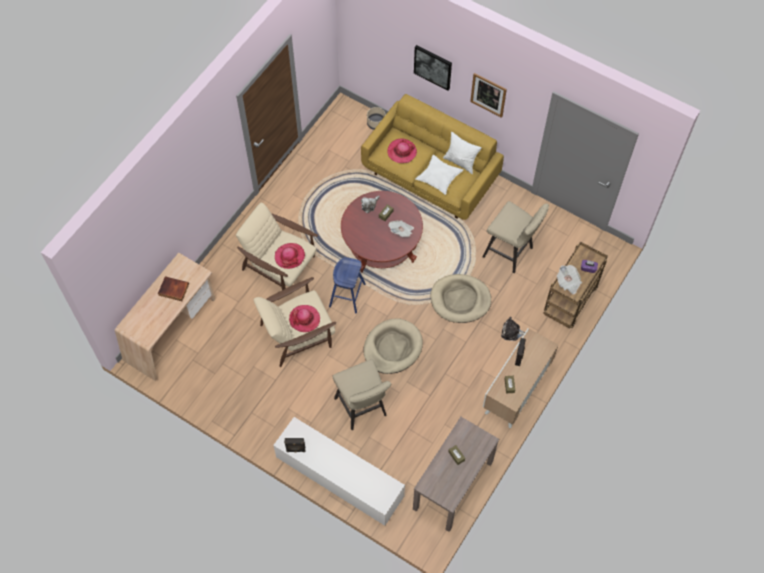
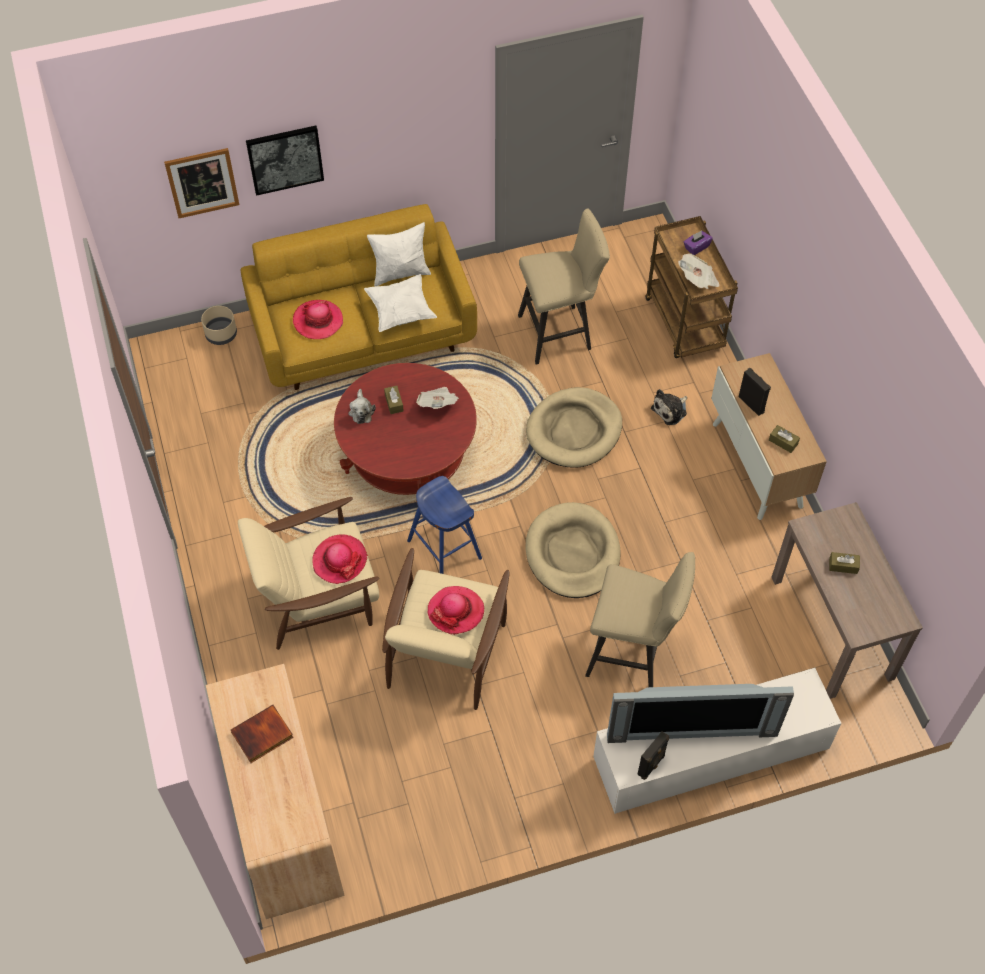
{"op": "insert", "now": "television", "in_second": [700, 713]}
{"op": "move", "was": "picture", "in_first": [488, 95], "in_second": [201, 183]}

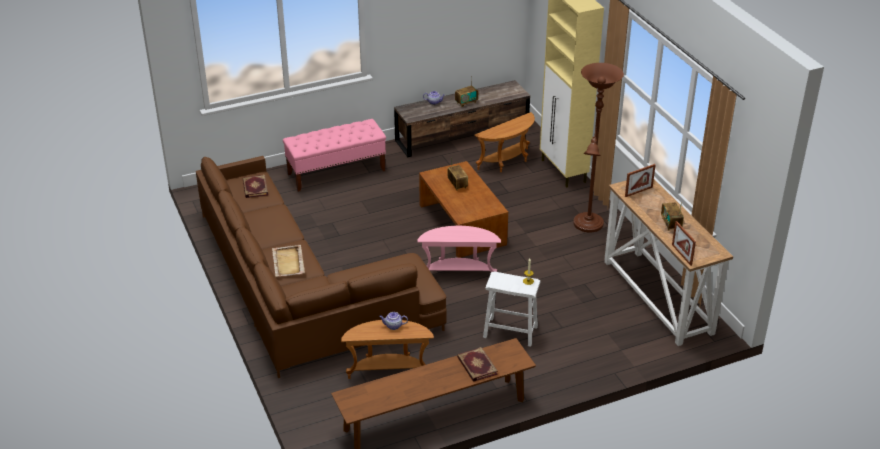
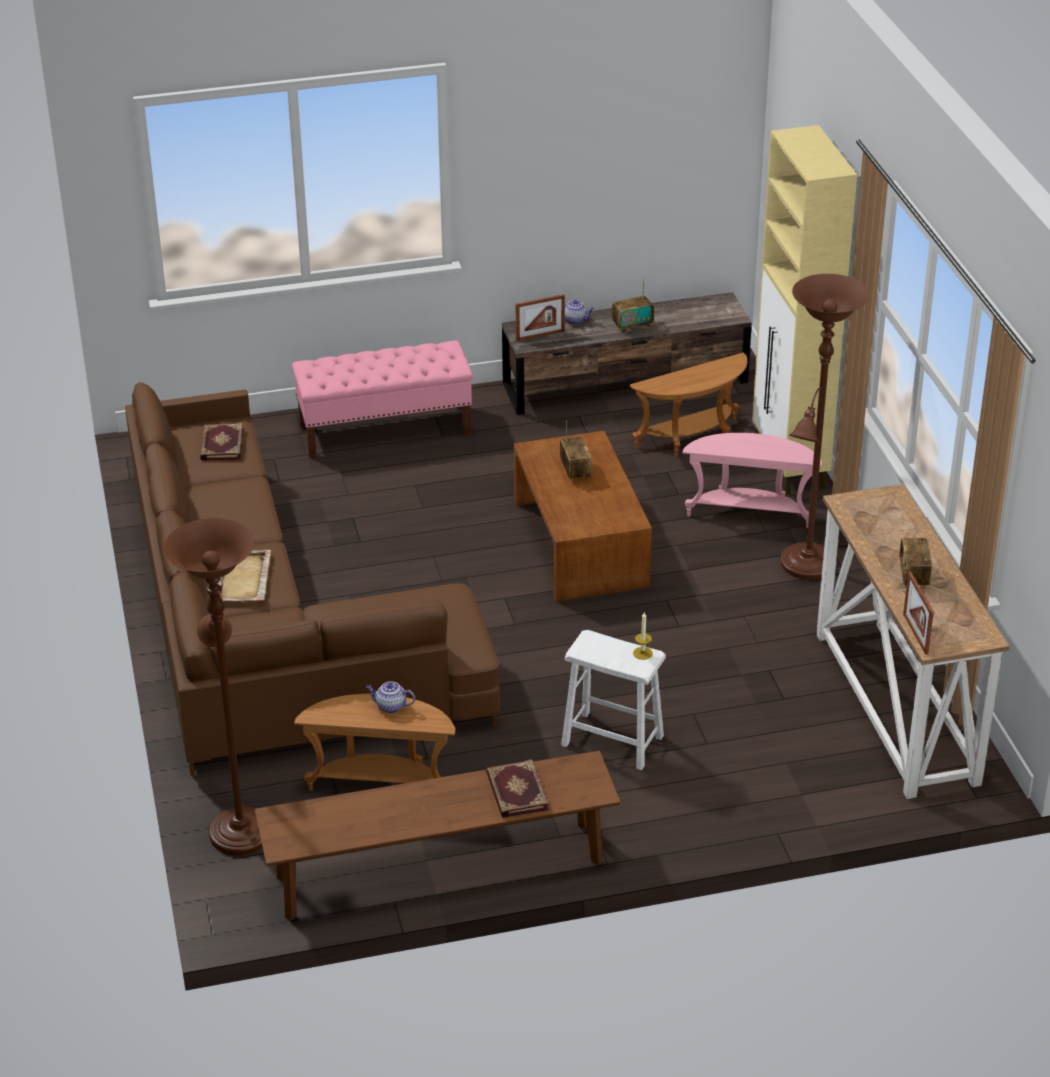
{"op": "insert", "now": "floor lamp (brown)", "in_second": [213, 686]}
{"op": "move", "was": "side table (pink)", "in_first": [459, 249], "in_second": [752, 480]}
{"op": "move", "was": "picture frame", "in_first": [640, 180], "in_second": [540, 317]}

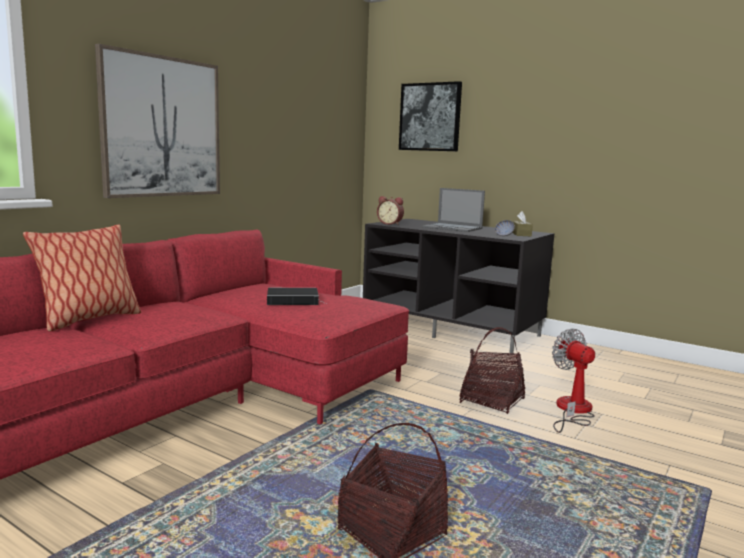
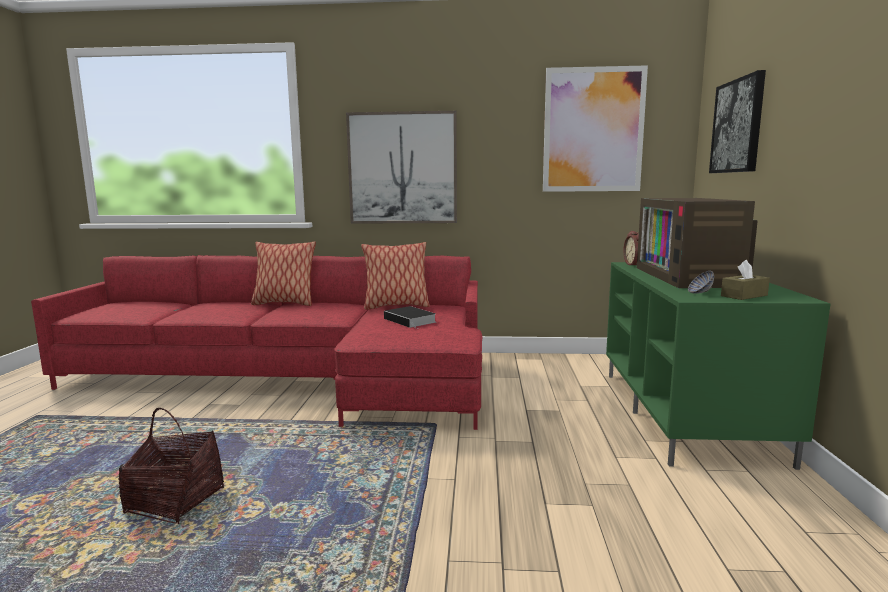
{"op": "delete", "was": "basket", "in_first": [492, 370]}
{"op": "delete", "was": "fan", "in_first": [573, 380]}
{"op": "insert", "now": "pillow", "in_second": [395, 276]}
{"op": "insert", "now": "picture", "in_second": [595, 128]}
{"op": "replace", "was": "laptop", "now": "television", "in_first": [453, 210], "in_second": [697, 243]}
{"op": "recolor", "was": "tv stand (black)", "now": "tv stand (green)", "in_first": [458, 287], "in_second": [718, 366]}

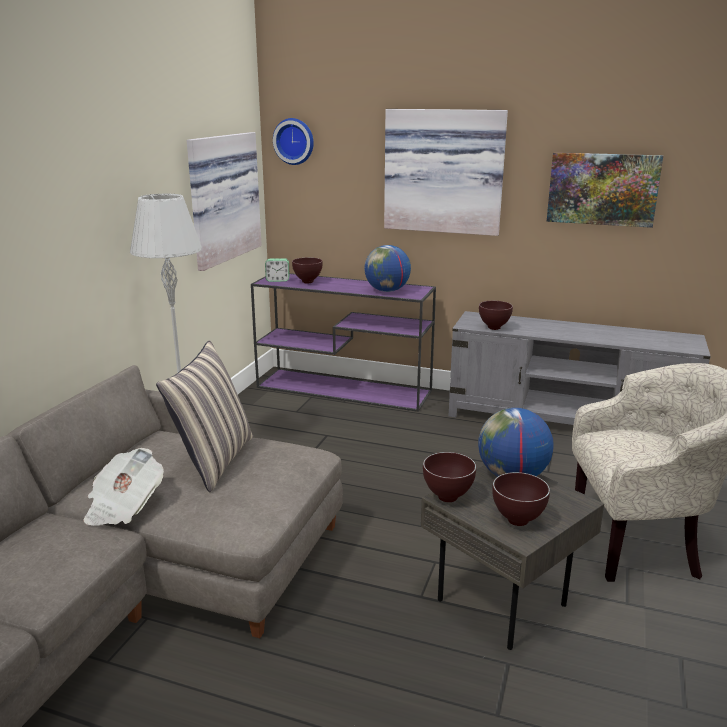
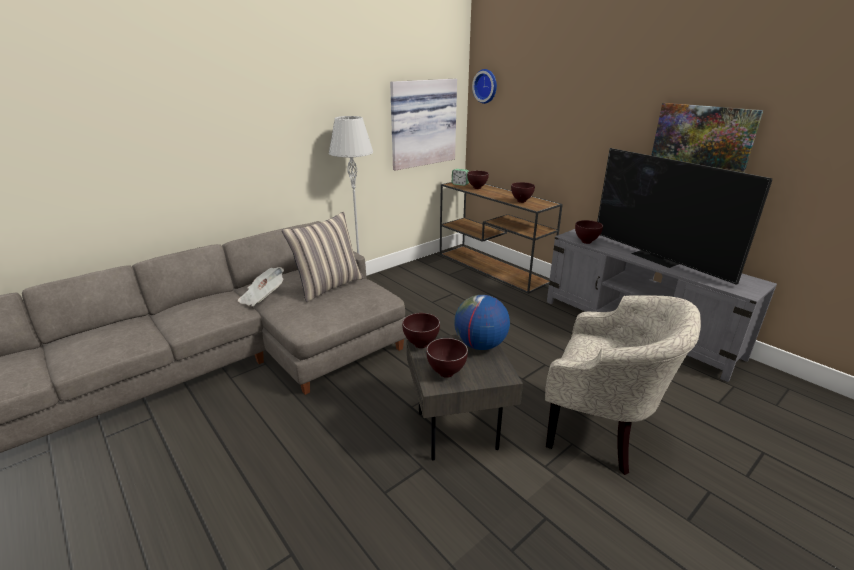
{"op": "delete", "was": "picture", "in_first": [446, 172]}
{"op": "insert", "now": "television", "in_second": [684, 216]}
{"op": "replace", "was": "globe", "now": "bowl (brown)", "in_first": [387, 268], "in_second": [523, 192]}
{"op": "recolor", "was": "console table (purple)", "now": "console table (brown)", "in_first": [343, 342], "in_second": [501, 238]}

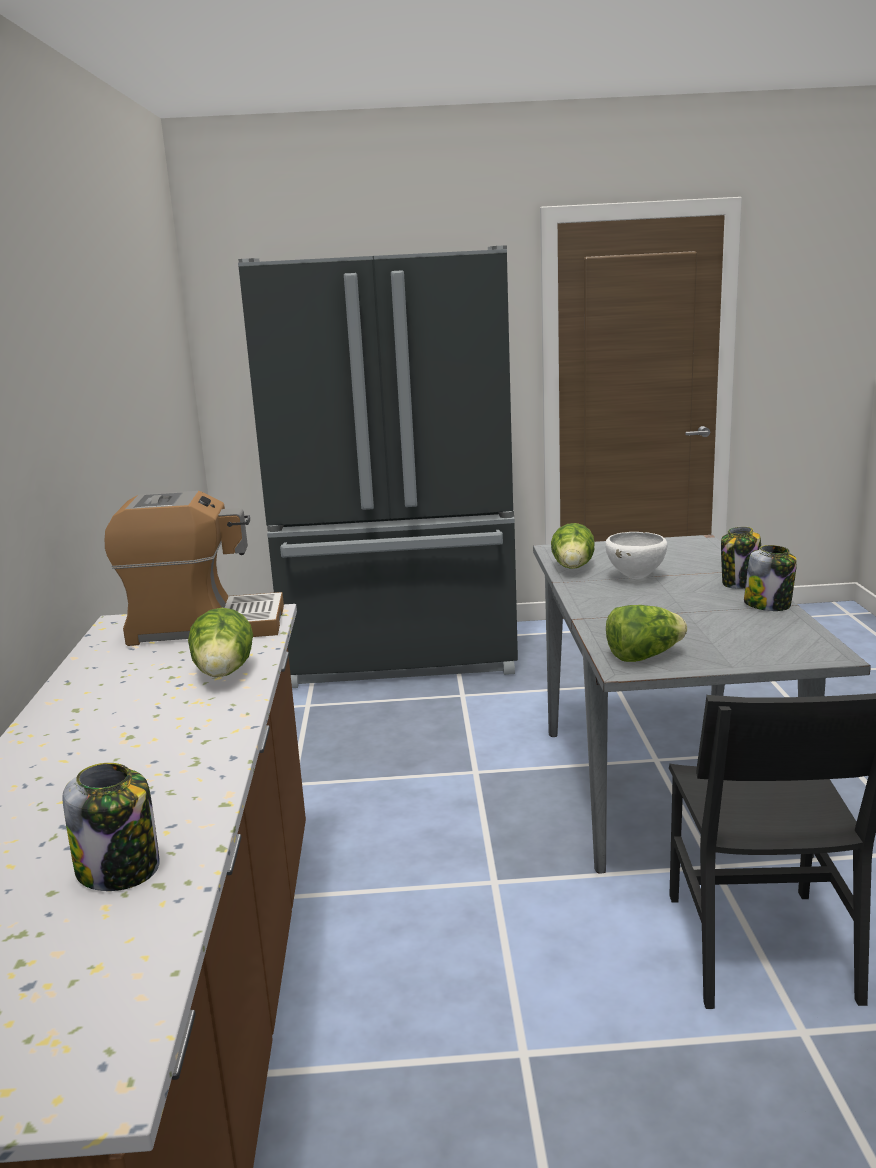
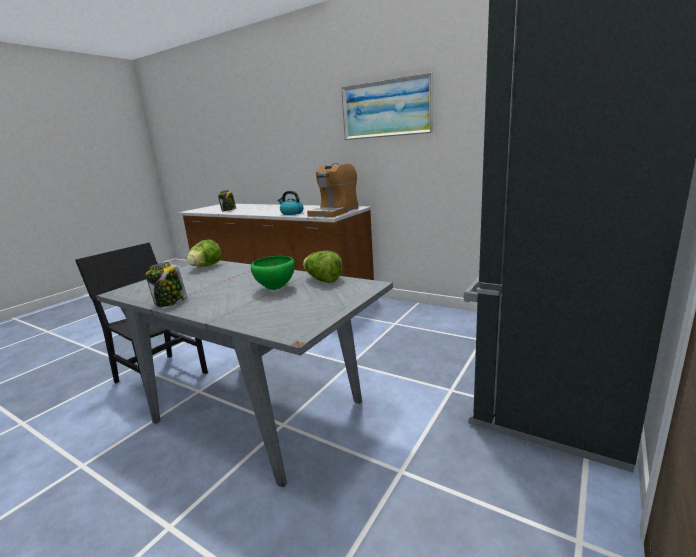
{"op": "delete", "was": "jar", "in_first": [741, 558]}
{"op": "insert", "now": "picture", "in_second": [387, 106]}
{"op": "replace", "was": "lettuce", "now": "kettle", "in_first": [220, 642], "in_second": [290, 203]}
{"op": "recolor", "was": "bowl (white)", "now": "bowl (green)", "in_first": [636, 555], "in_second": [273, 273]}

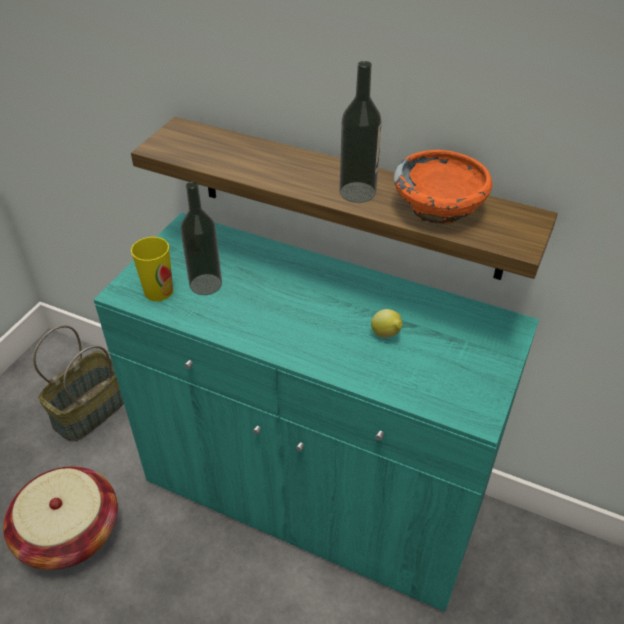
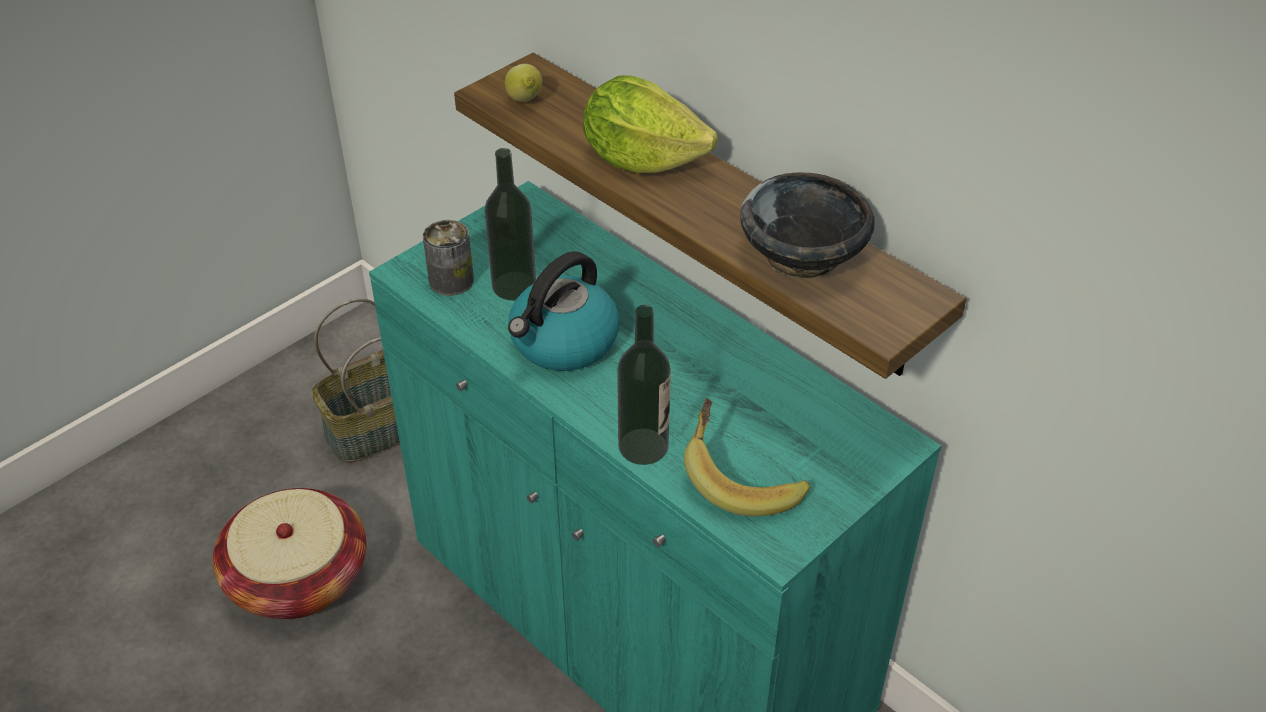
{"op": "insert", "now": "kettle", "in_second": [563, 311]}
{"op": "insert", "now": "lettuce", "in_second": [650, 124]}
{"op": "insert", "now": "banana", "in_second": [747, 457]}
{"op": "move", "was": "bottle", "in_first": [360, 132], "in_second": [644, 385]}
{"op": "move", "was": "lemon", "in_first": [387, 323], "in_second": [523, 83]}
{"op": "replace", "was": "cup", "now": "can", "in_first": [152, 269], "in_second": [448, 258]}
{"op": "recolor", "was": "bowl (orange)", "now": "bowl (black)", "in_first": [443, 187], "in_second": [808, 226]}

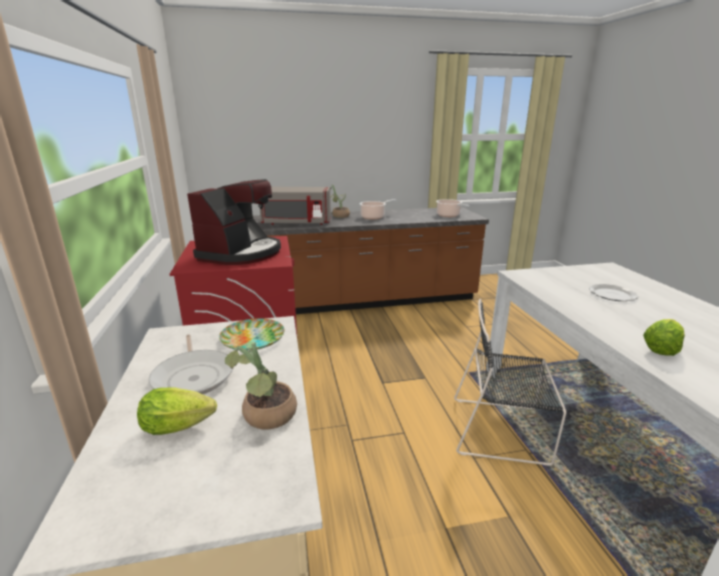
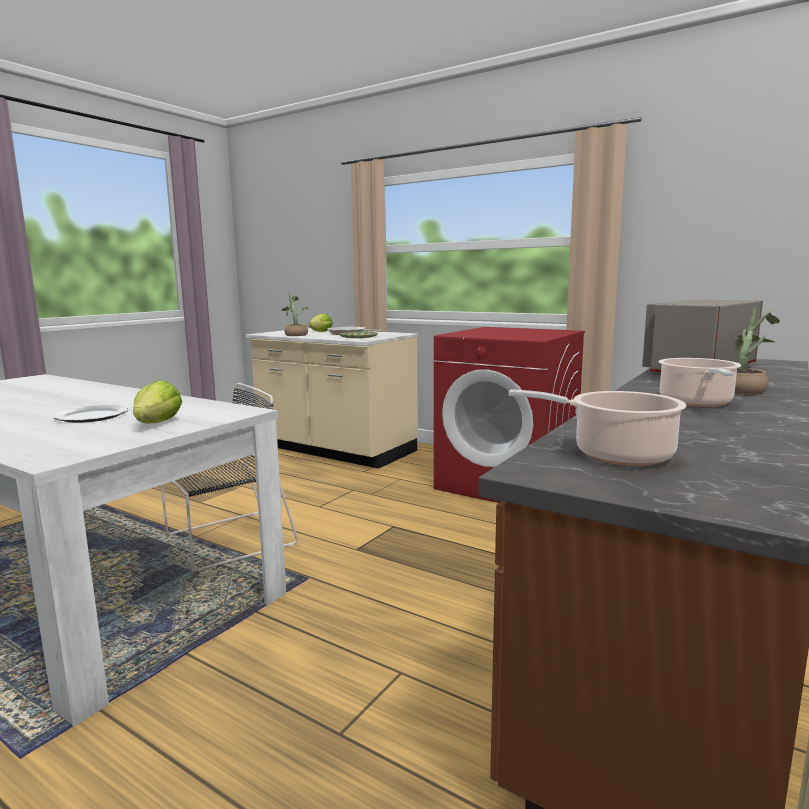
{"op": "delete", "was": "coffee machine", "in_first": [234, 222]}
{"op": "move", "was": "lettuce", "in_first": [664, 337], "in_second": [157, 401]}

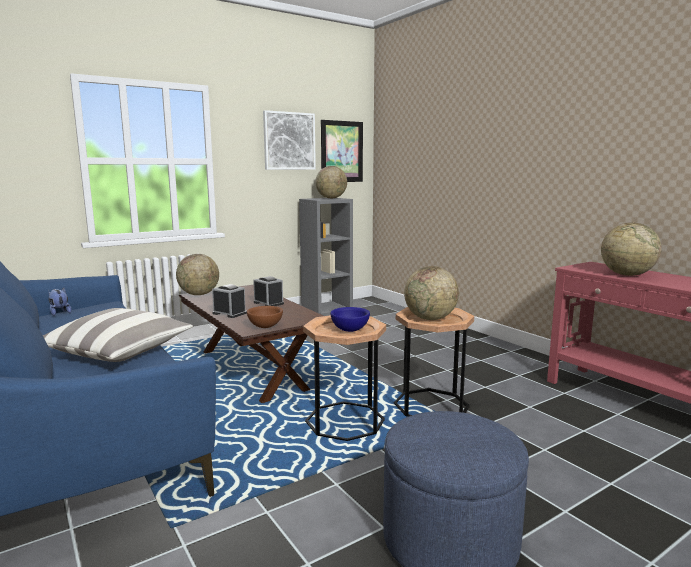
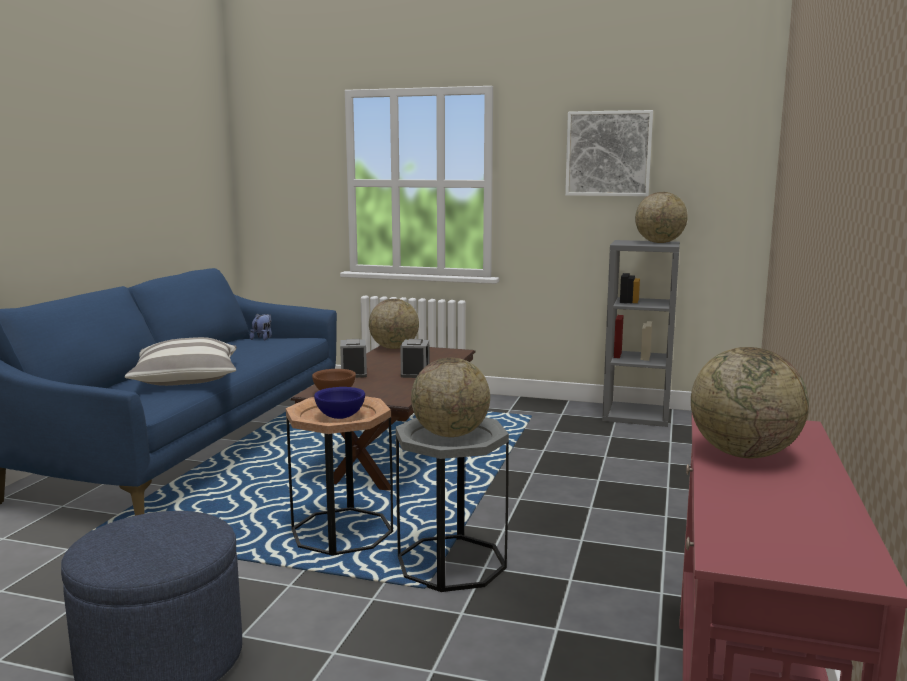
{"op": "delete", "was": "picture", "in_first": [342, 151]}
{"op": "recolor", "was": "side table (brown)", "now": "side table (grey)", "in_first": [434, 362], "in_second": [452, 504]}

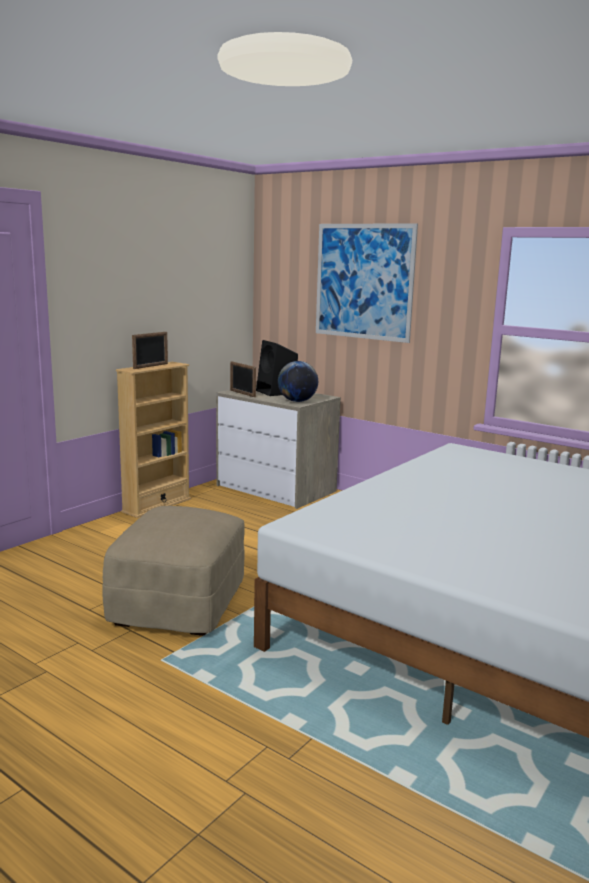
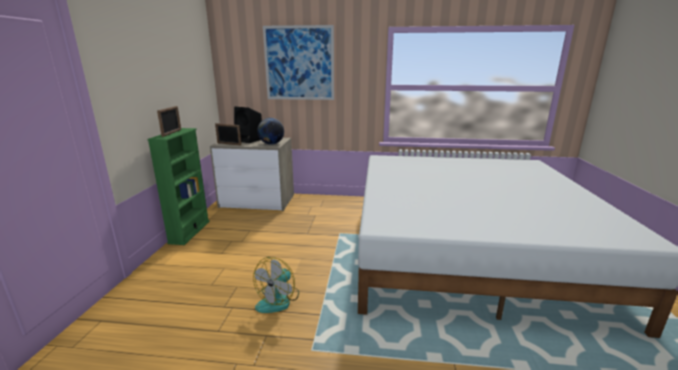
{"op": "replace", "was": "ottoman (beige)", "now": "fan", "in_first": [173, 571], "in_second": [276, 285]}
{"op": "recolor", "was": "bookcase (beige)", "now": "bookcase (green)", "in_first": [153, 440], "in_second": [178, 186]}

